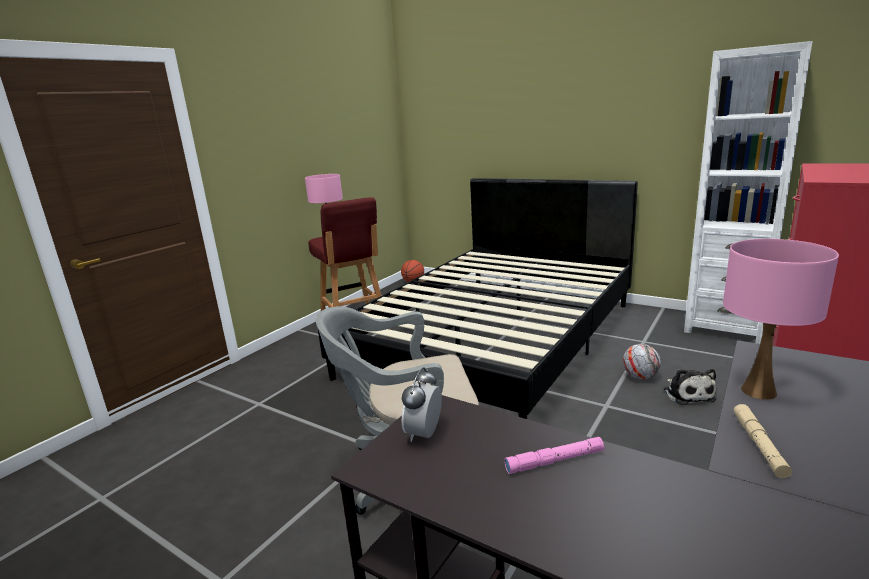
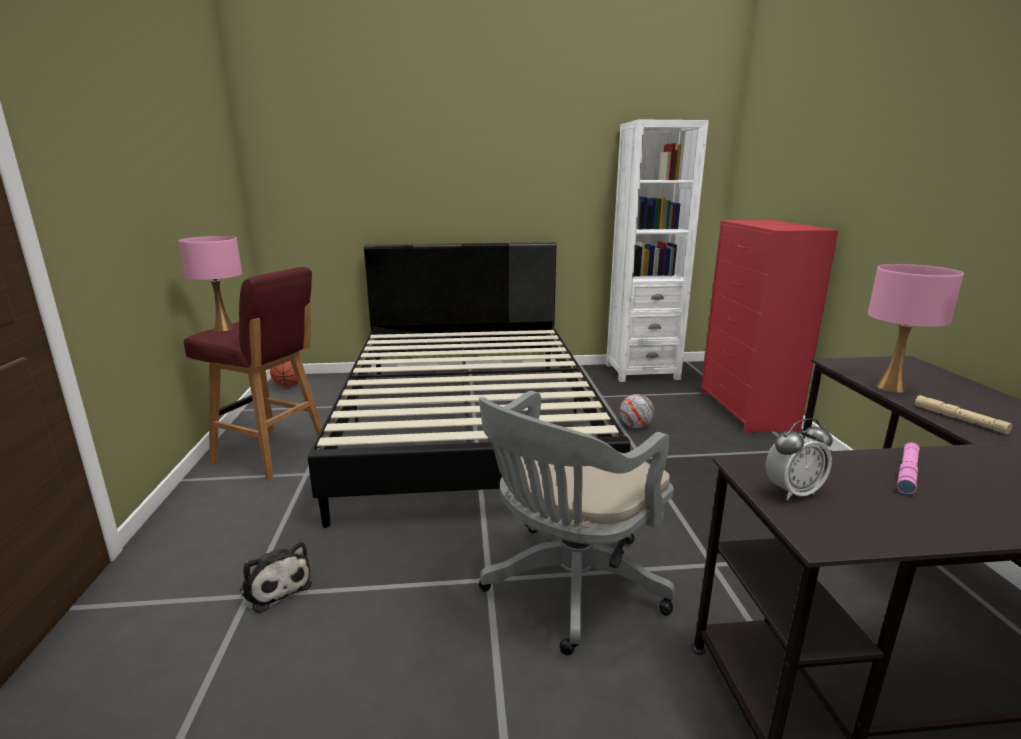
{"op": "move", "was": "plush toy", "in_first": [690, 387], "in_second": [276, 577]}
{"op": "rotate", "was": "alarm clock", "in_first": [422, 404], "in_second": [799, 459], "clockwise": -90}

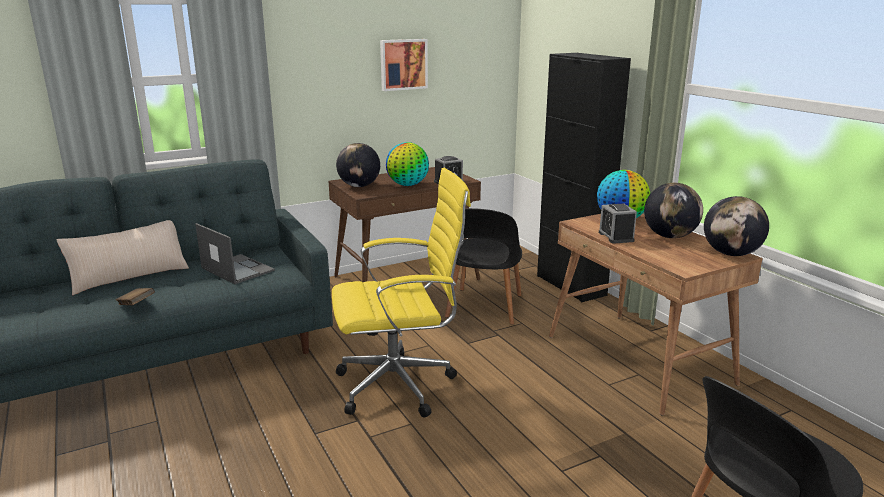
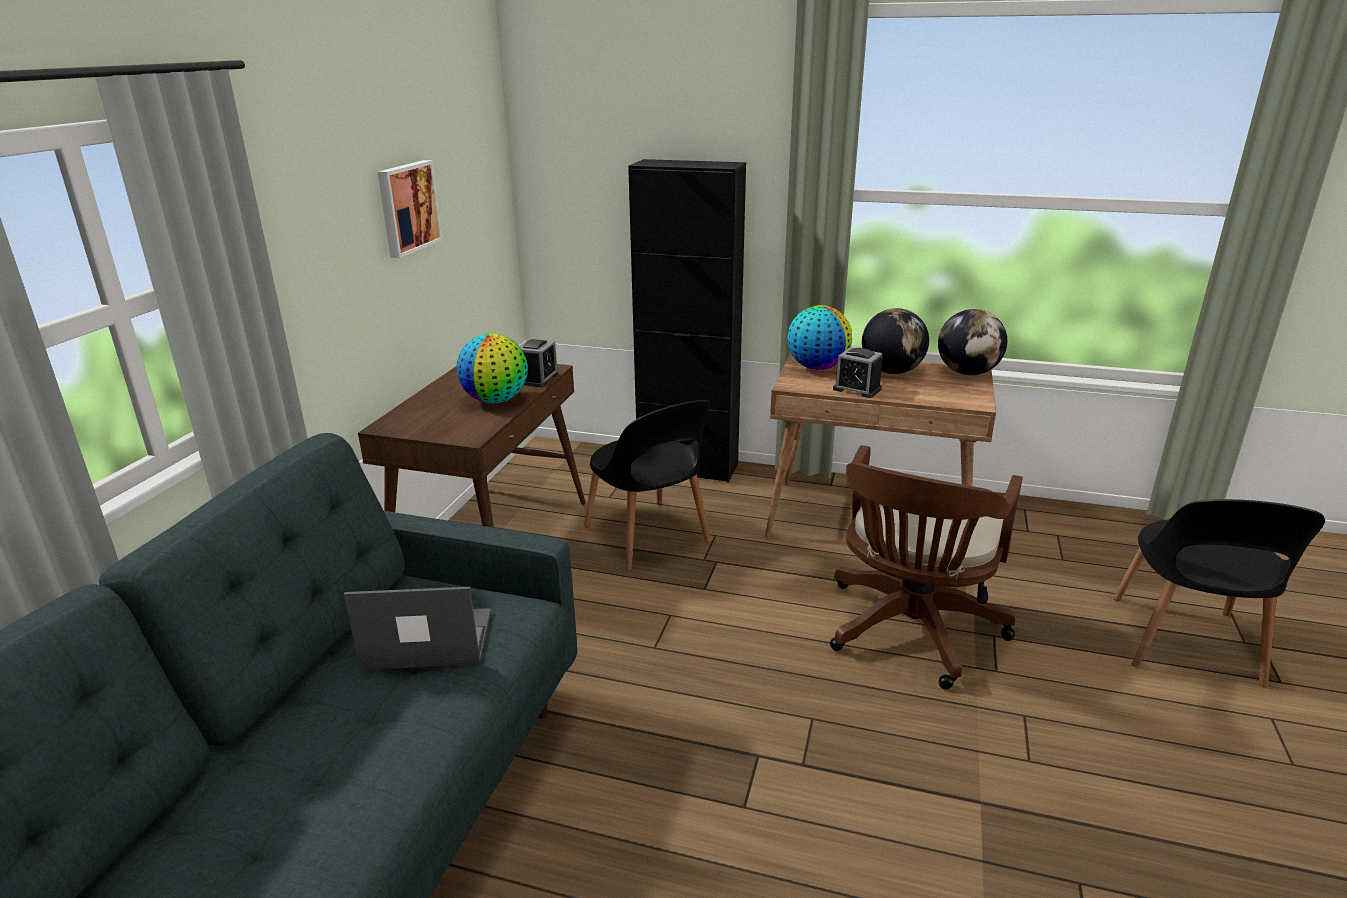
{"op": "delete", "was": "pillow (beige)", "in_first": [122, 257]}
{"op": "delete", "was": "book (brown)", "in_first": [135, 296]}
{"op": "delete", "was": "office chair (yellow)", "in_first": [401, 293]}
{"op": "delete", "was": "globe", "in_first": [358, 165]}
{"op": "insert", "now": "office chair (brown)", "in_second": [926, 567]}

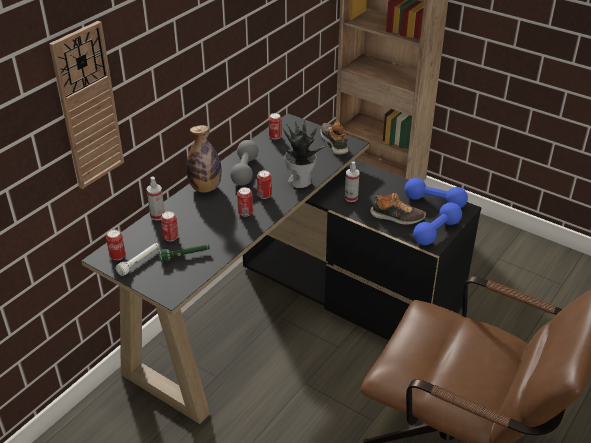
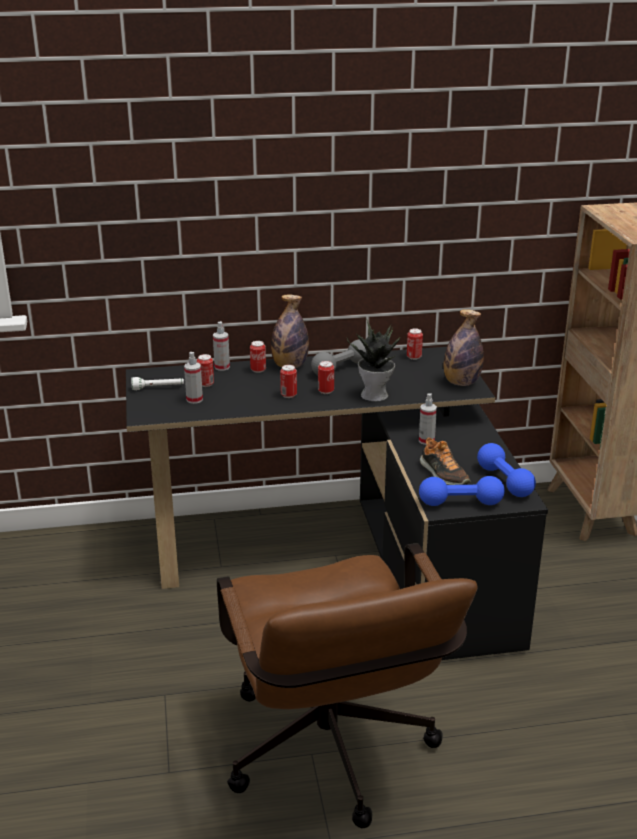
{"op": "delete", "was": "wall clock", "in_first": [86, 105]}
{"op": "move", "was": "can", "in_first": [115, 244], "in_second": [258, 357]}
{"op": "replace", "was": "flashlight (green)", "now": "spray bottle", "in_first": [184, 253], "in_second": [193, 378]}
{"op": "replace", "was": "shoe", "now": "bottle", "in_first": [334, 138], "in_second": [464, 347]}

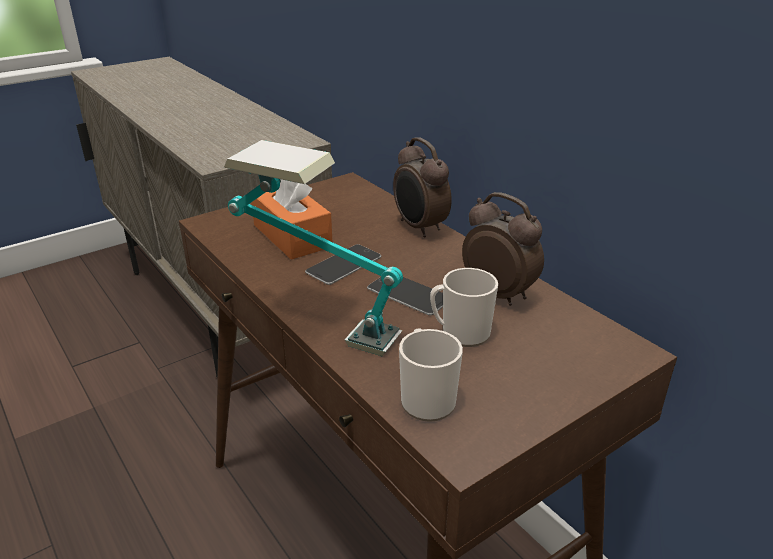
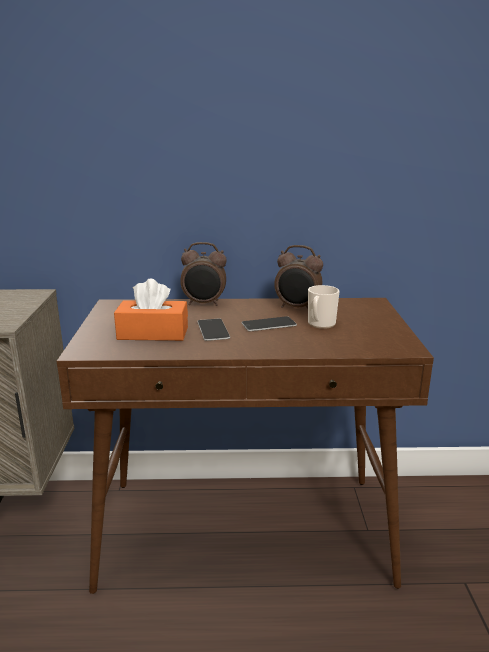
{"op": "delete", "was": "table lamp", "in_first": [313, 248]}
{"op": "delete", "was": "mug", "in_first": [431, 375]}
{"op": "rotate", "was": "alarm clock", "in_first": [503, 249], "in_second": [298, 277], "clockwise": -150}

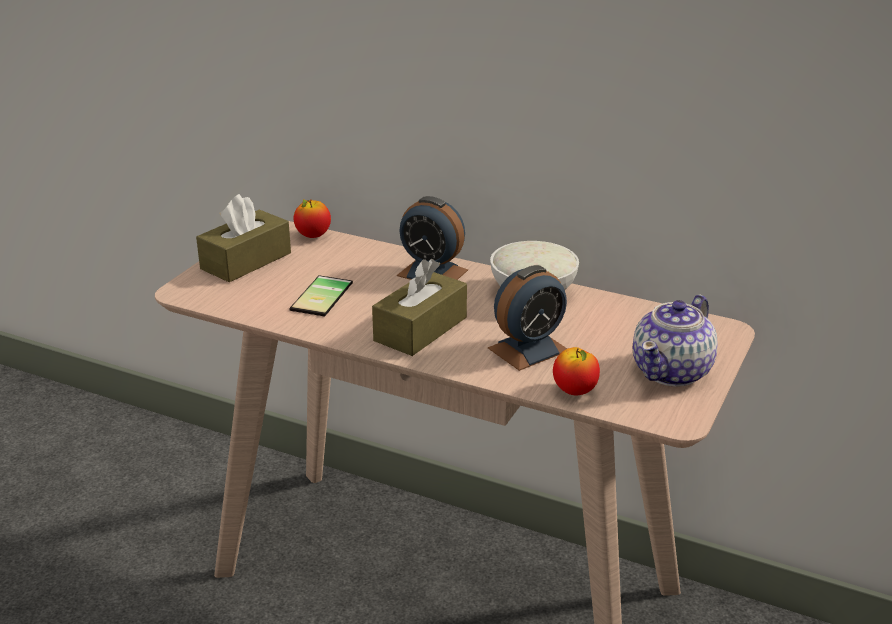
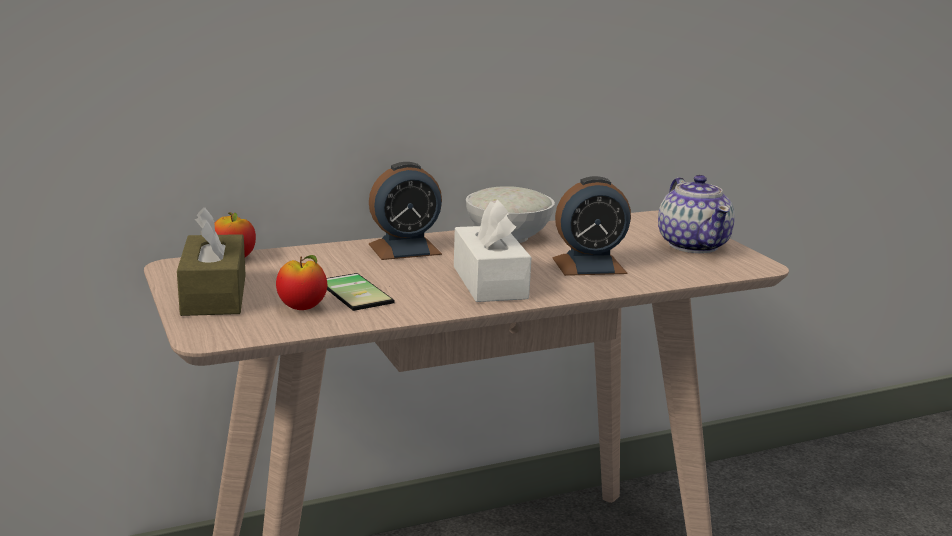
{"op": "move", "was": "apple", "in_first": [576, 371], "in_second": [301, 282]}
{"op": "recolor", "was": "tissue box (brown)", "now": "tissue box (white)", "in_first": [419, 307], "in_second": [492, 251]}
{"op": "rotate", "was": "alarm clock", "in_first": [527, 318], "in_second": [592, 226], "clockwise": 75}

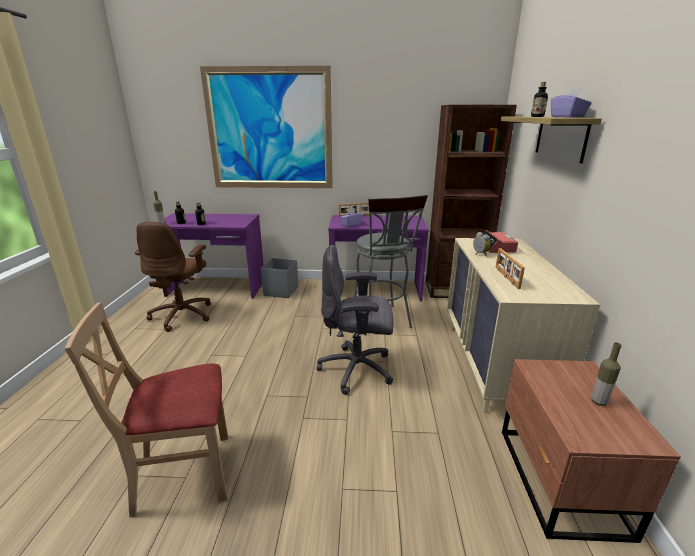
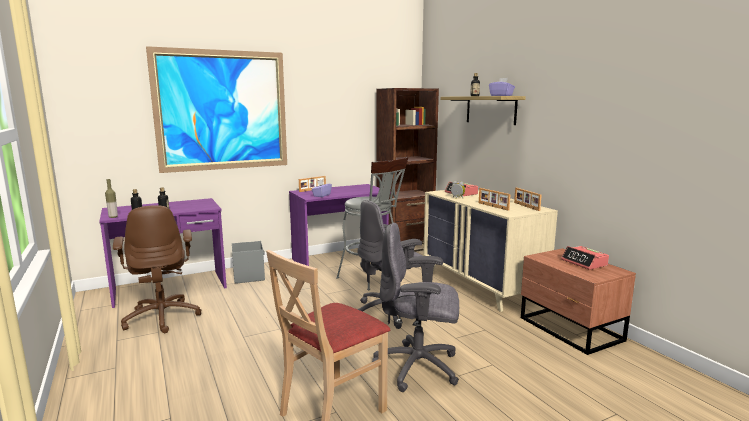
{"op": "insert", "now": "office chair (grey)", "in_second": [415, 307]}
{"op": "insert", "now": "picture frame", "in_second": [528, 199]}
{"op": "replace", "was": "bottle", "now": "alarm clock", "in_first": [606, 374], "in_second": [585, 258]}

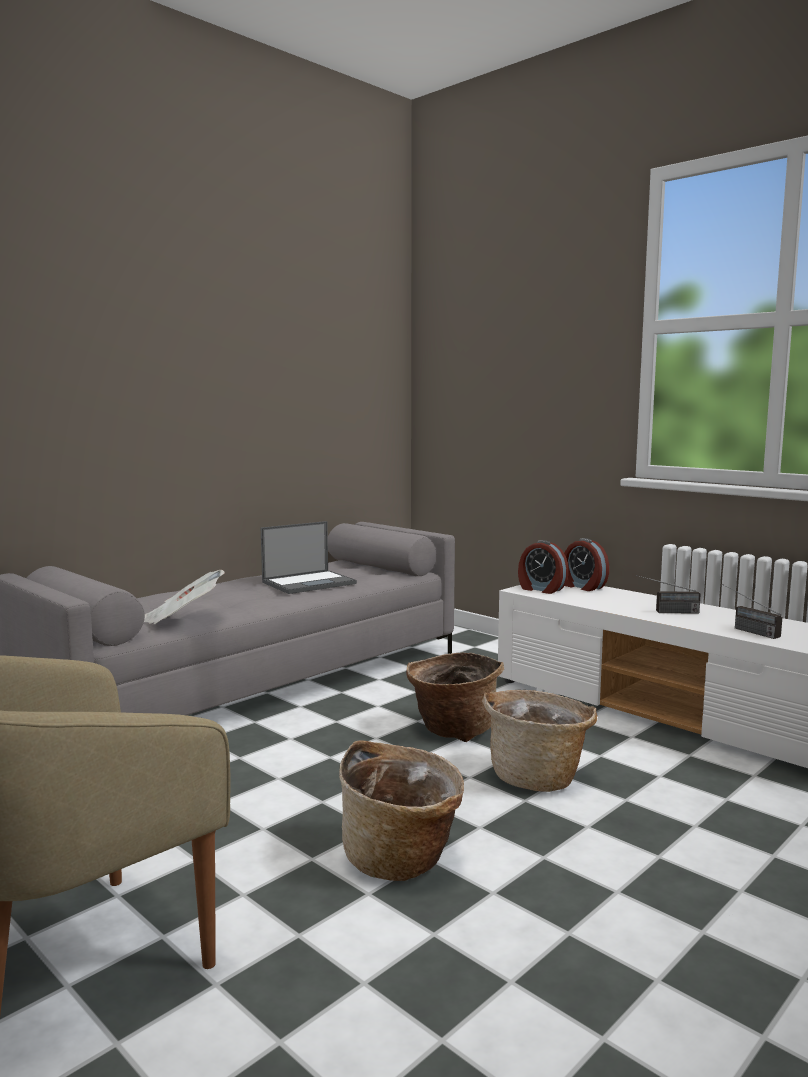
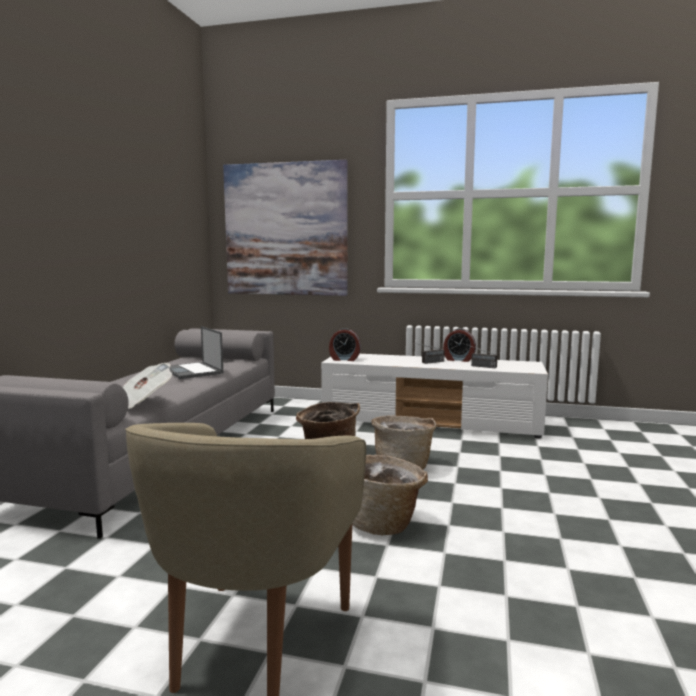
{"op": "insert", "now": "picture", "in_second": [285, 228]}
{"op": "move", "was": "alarm clock", "in_first": [586, 564], "in_second": [459, 345]}
{"op": "rotate", "was": "laptop", "in_first": [309, 557], "in_second": [196, 352], "clockwise": 120}

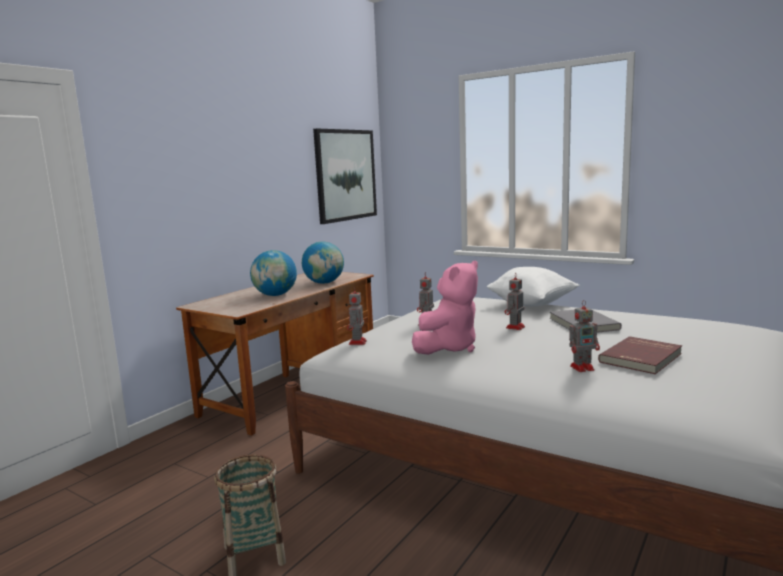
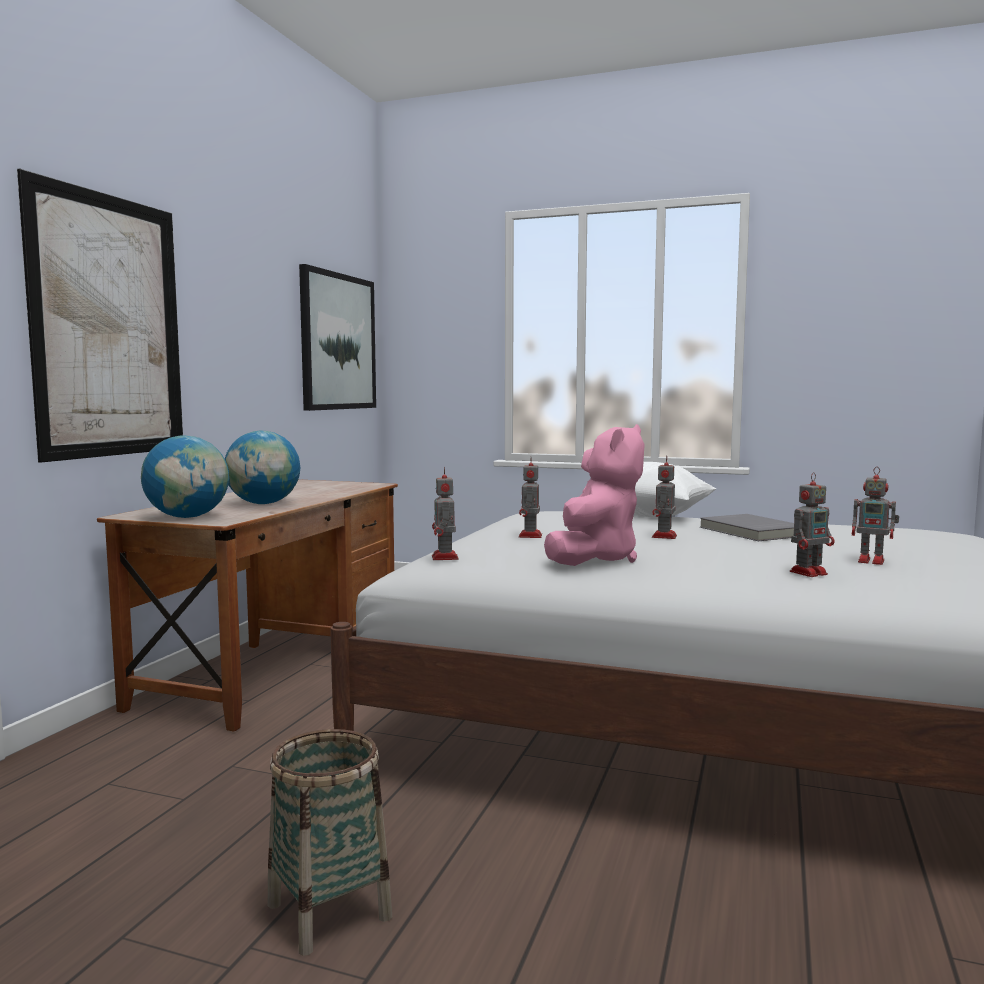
{"op": "insert", "now": "picture", "in_second": [100, 316]}
{"op": "move", "was": "globe", "in_first": [323, 262], "in_second": [185, 476]}
{"op": "replace", "was": "book (red)", "now": "toy robot", "in_first": [640, 355], "in_second": [875, 516]}

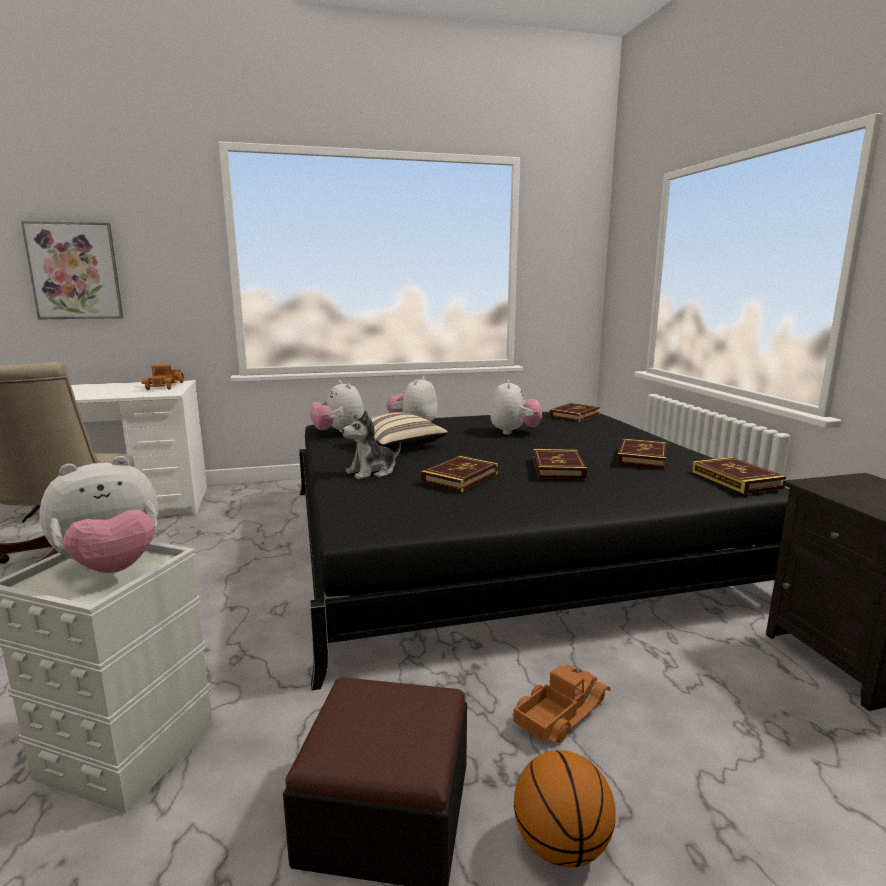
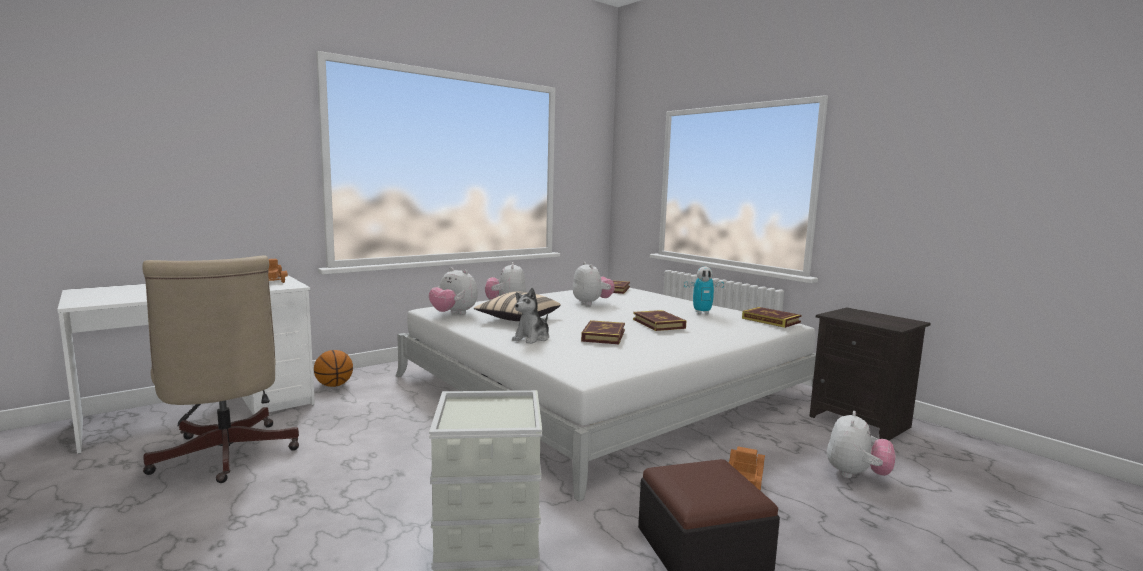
{"op": "delete", "was": "picture", "in_first": [72, 270]}
{"op": "move", "was": "plush toy", "in_first": [98, 514], "in_second": [861, 444]}
{"op": "move", "was": "basketball", "in_first": [565, 809], "in_second": [333, 368]}
{"op": "replace", "was": "book", "now": "toy robot", "in_first": [642, 454], "in_second": [704, 290]}
{"op": "recolor", "was": "bed (black)", "now": "bed (white)", "in_first": [544, 551], "in_second": [606, 395]}

